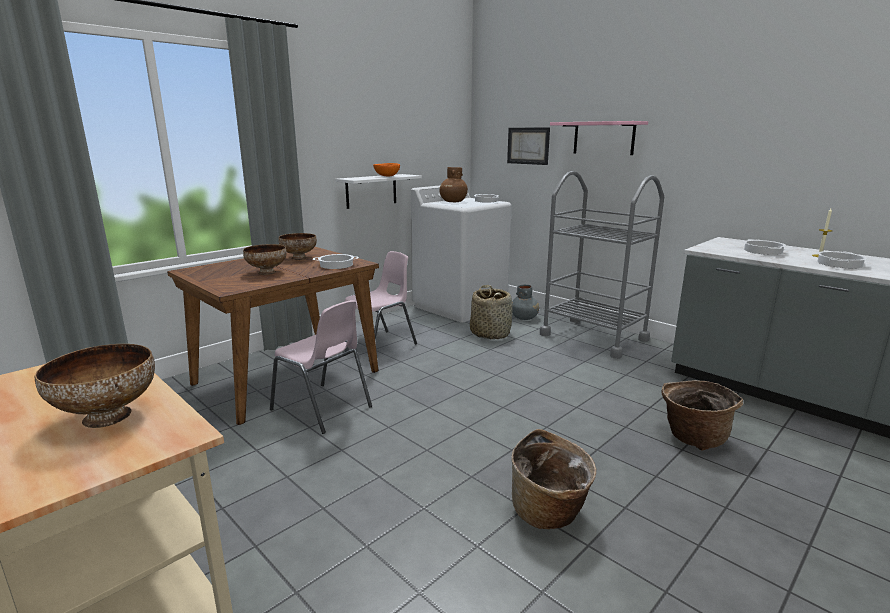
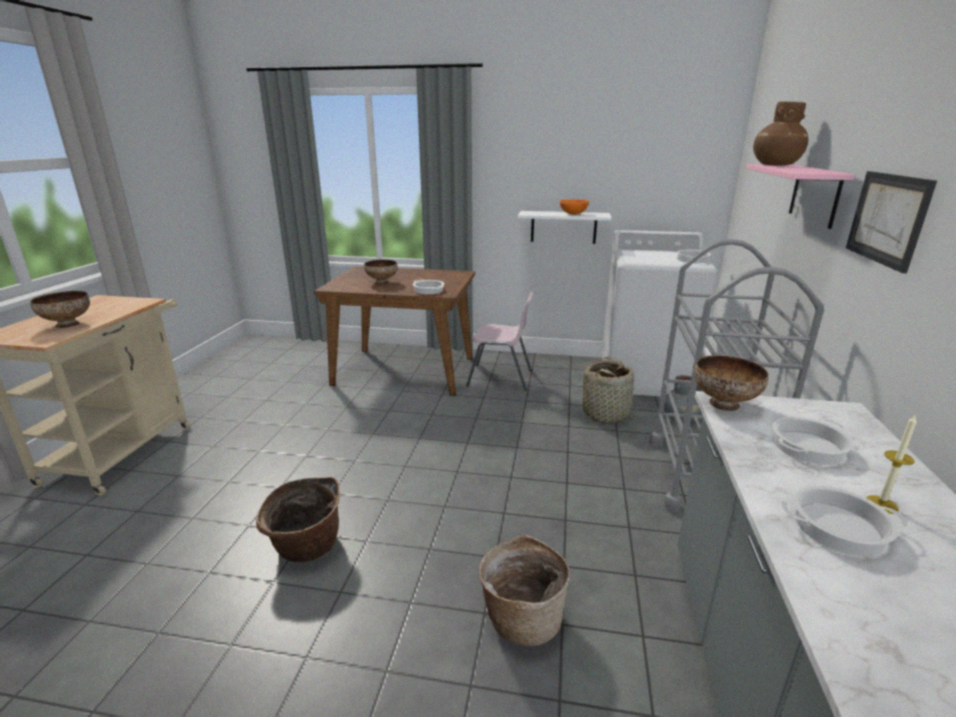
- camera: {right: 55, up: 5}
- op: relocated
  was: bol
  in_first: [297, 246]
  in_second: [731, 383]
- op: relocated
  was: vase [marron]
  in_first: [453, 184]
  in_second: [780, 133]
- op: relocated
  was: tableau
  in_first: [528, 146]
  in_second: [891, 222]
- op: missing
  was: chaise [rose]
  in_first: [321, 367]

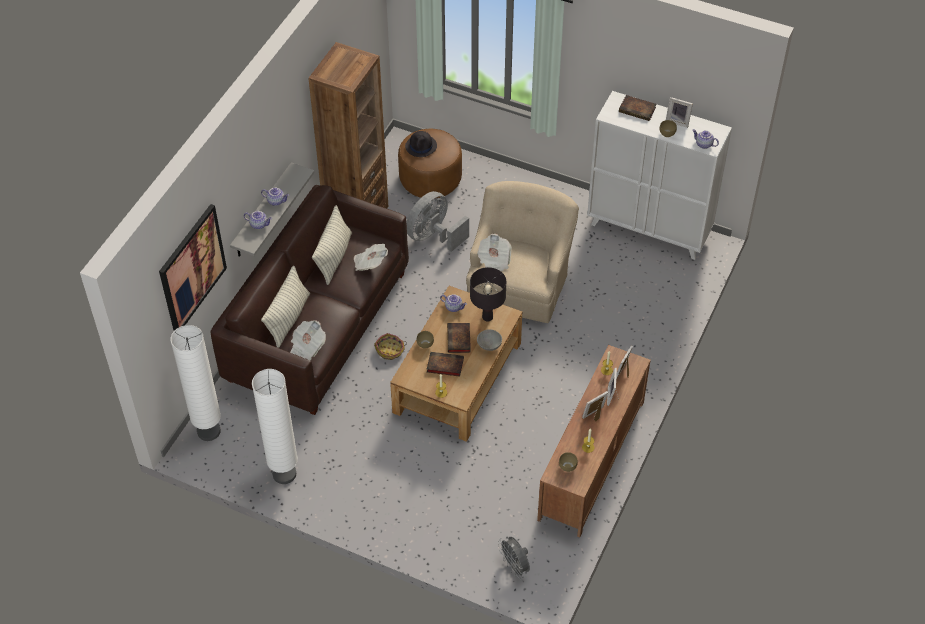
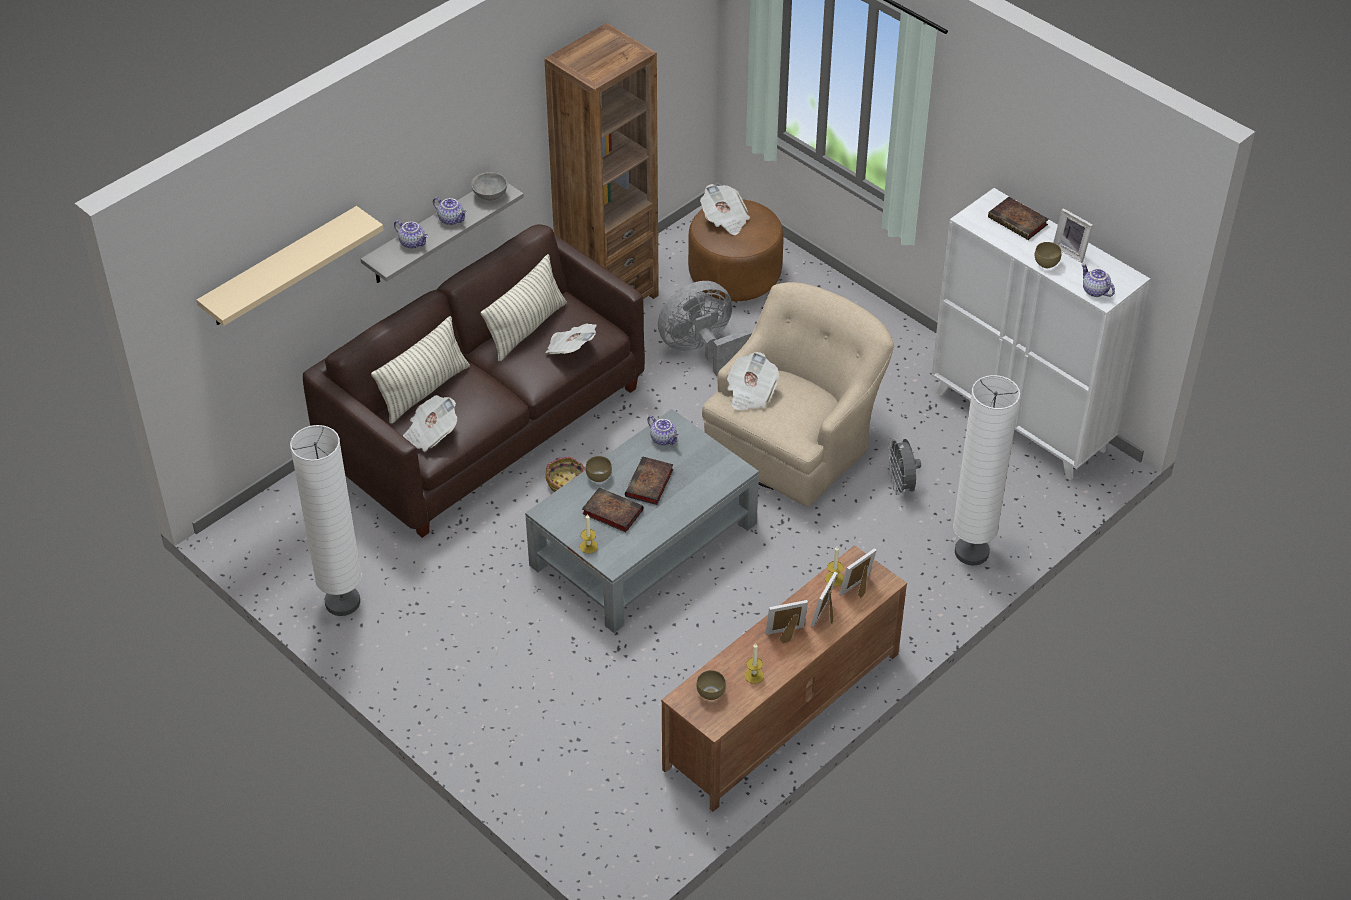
- camera: {right: 20, up: -5}
- op: exchanged
  was: tableau
  now: étagère [beige]
  in_first: [193, 267]
  in_second: [290, 266]
- op: relocated
  was: bol [gris]
  in_first: [489, 340]
  in_second: [489, 186]
- op: colour
  was: table basse [marron]
  now: table basse [gris]
  in_first: [456, 364]
  in_second: [642, 521]
- op: exchanged
  was: chapeau [noir]
  now: journal
  in_first: [421, 144]
  in_second: [725, 209]
- op: relocated
  was: ventilateur [gris]
  in_first: [514, 558]
  in_second: [903, 467]
- op: relocated
  was: lampadaire [blanc]
  in_first: [195, 383]
  in_second: [986, 470]
- op: missing
  was: lampe de table [noir]
  in_first: [488, 294]

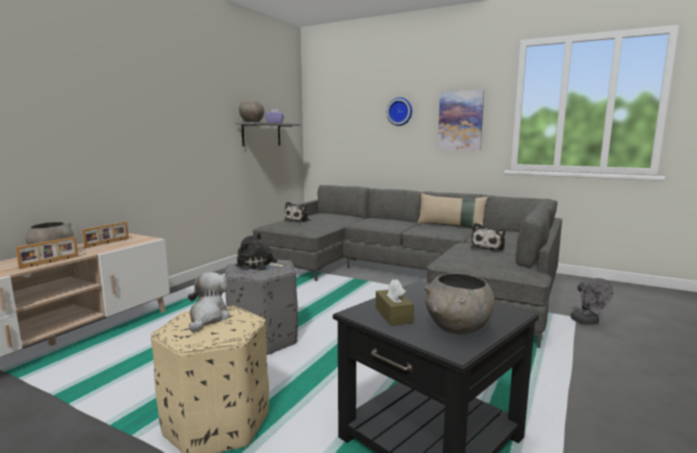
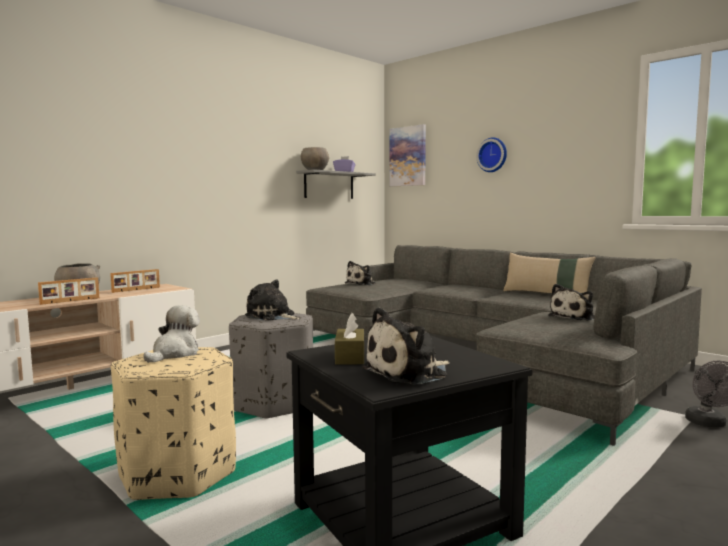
- camera: {right: 15, up: -5}
- op: exchanged
  was: bol [gris]
  now: peluche
  in_first: [460, 304]
  in_second: [405, 346]
- op: relocated
  was: tableau
  in_first: [461, 120]
  in_second: [407, 155]

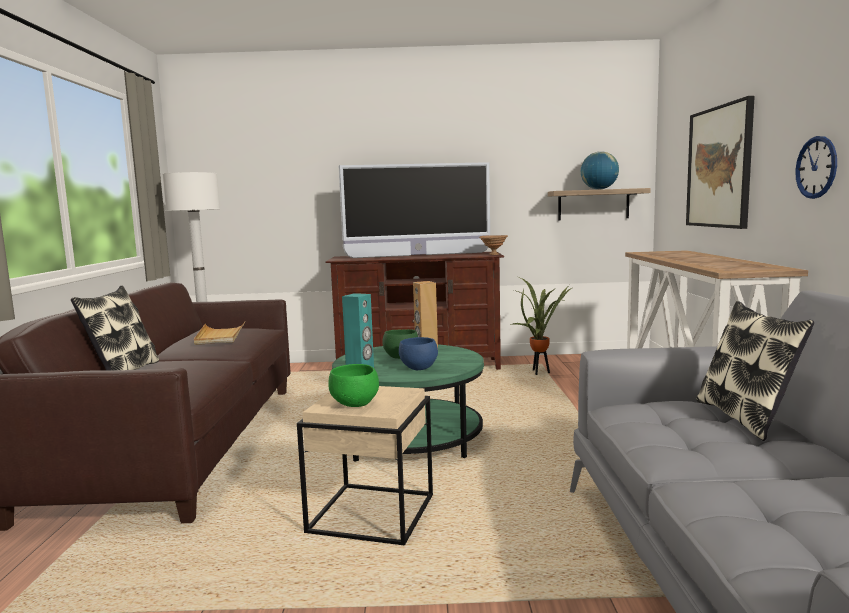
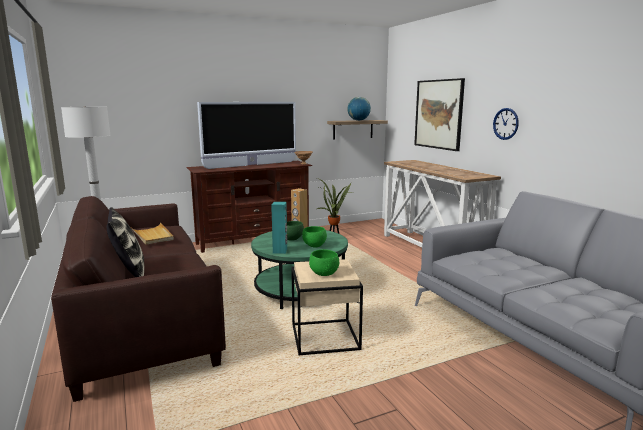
- camera: {right: -25, up: 5}
- op: colour
  was: bol [bleu]
  now: bol [vert]
  in_first: [418, 353]
  in_second: [314, 237]
- op: missing
  was: coussin
  in_first: [755, 371]

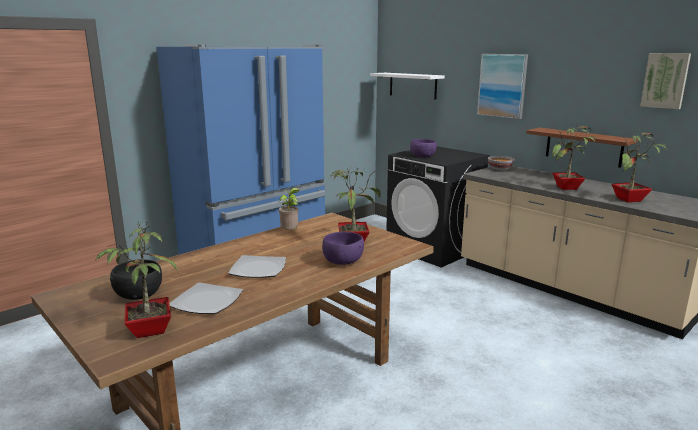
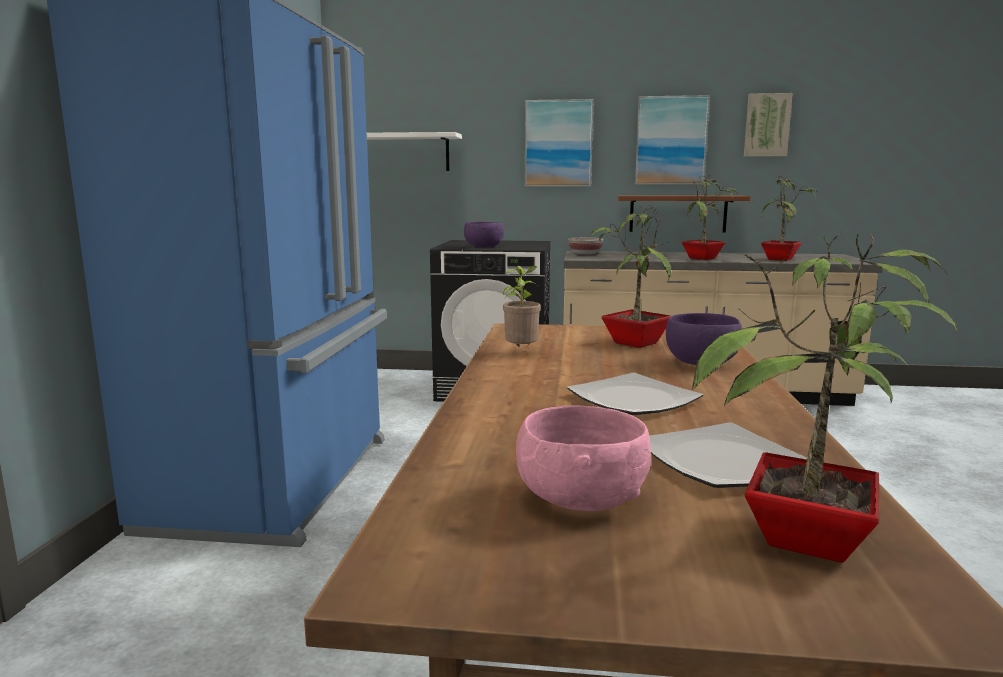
- camera: {right: -40, up: -5}
- op: colour
  was: bol [noir]
  now: bol [rose]
  in_first: [136, 279]
  in_second: [583, 458]
- op: appeared
  now: tableau
  in_second: [672, 140]

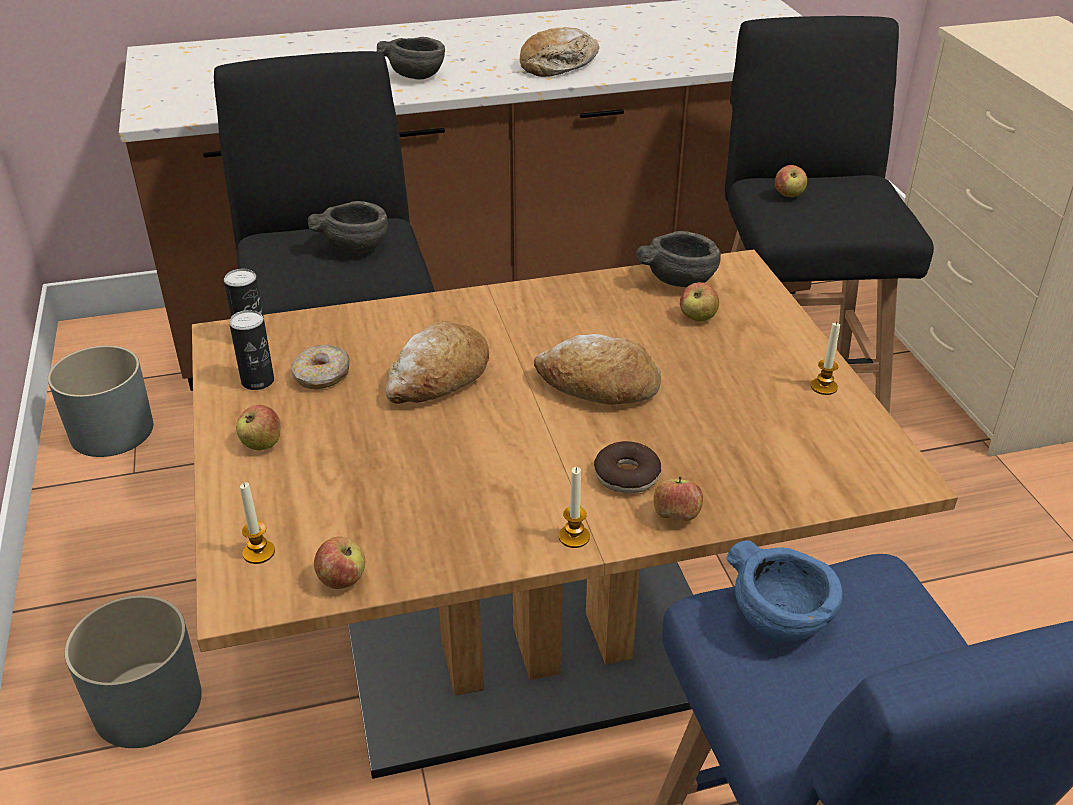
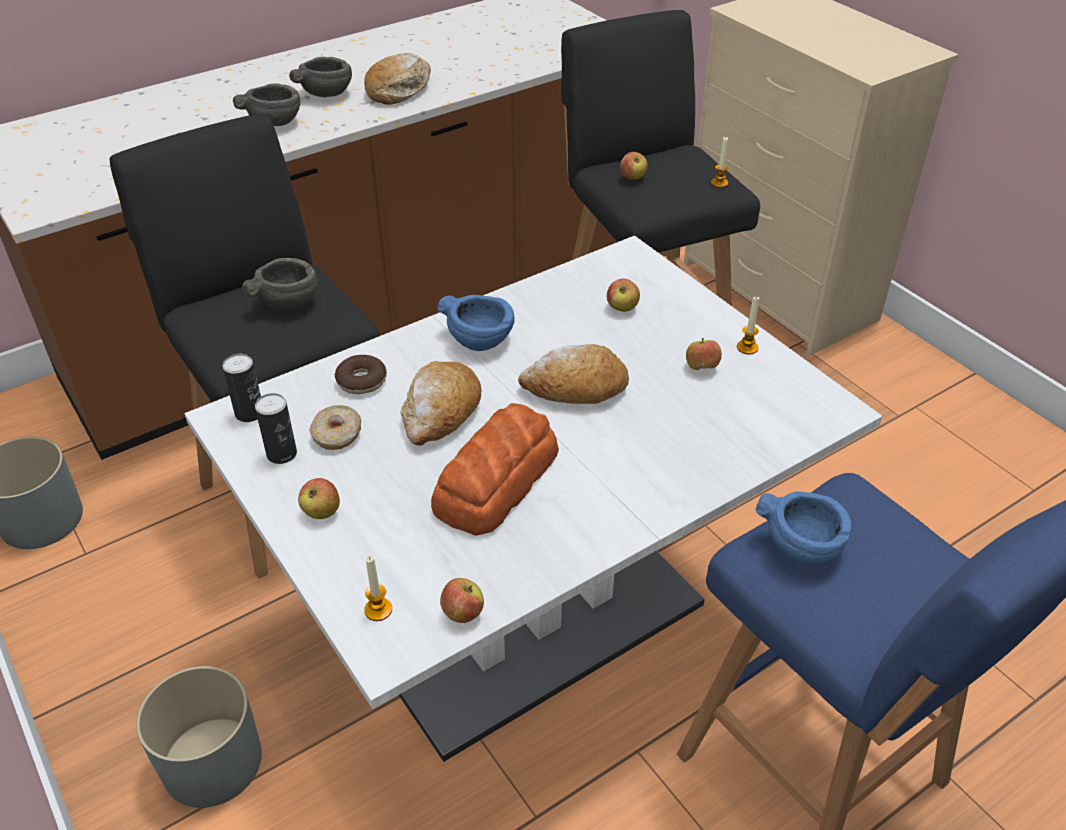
- camera: {right: -20, up: 5}
- op: colour
  was: table à manger [marron]
  now: table à manger [blanc]
  in_first: [575, 514]
  in_second: [533, 499]
- op: relocated
  was: bol [gris]
  in_first: [678, 259]
  in_second: [320, 77]
- op: relocated
  was: beignet
  in_first: [627, 467]
  in_second: [361, 374]
- op: appeared
  now: pain
  in_second: [495, 469]
- op: appeared
  now: bol [bleu]
  in_second: [476, 323]
- op: relocated
  was: pomme
  in_first: [678, 498]
  in_second: [704, 354]
- op: relocated
  was: bougie
  in_first: [574, 507]
  in_second: [719, 162]

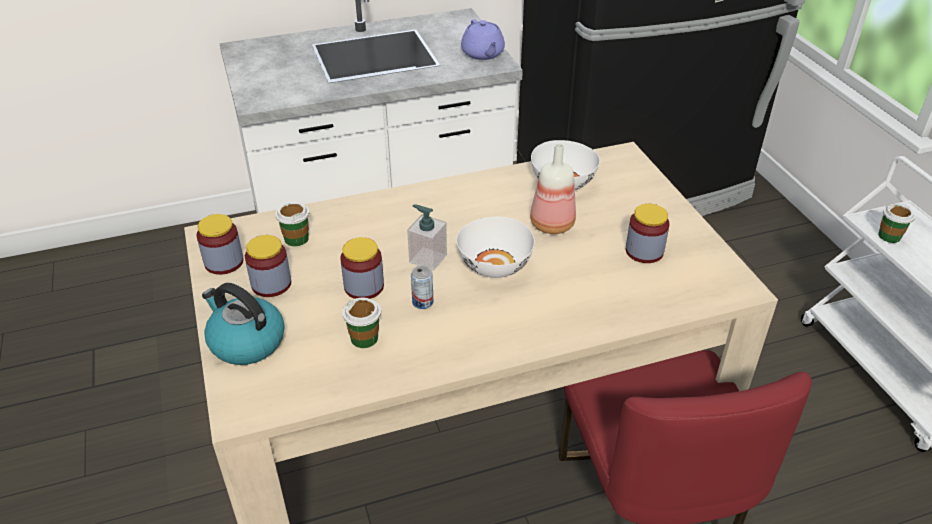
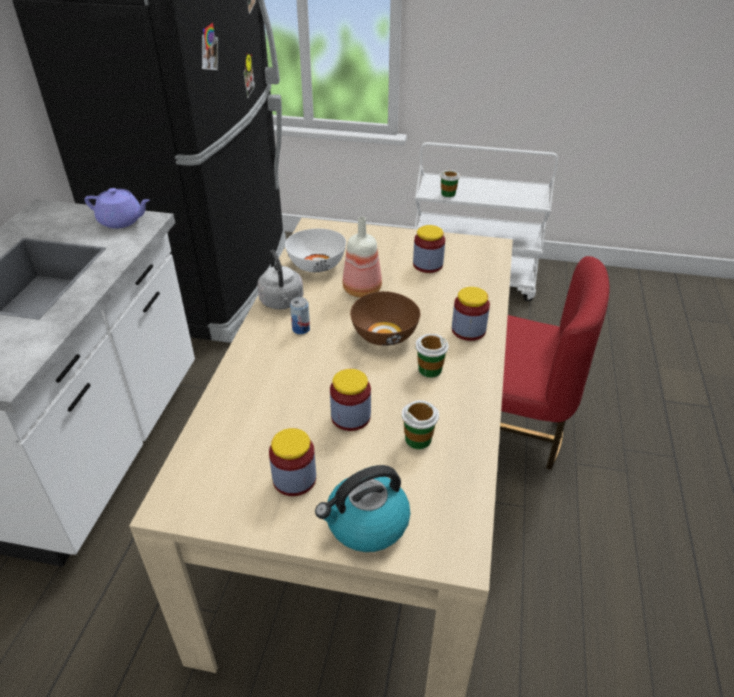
- camera: {right: -60, up: 0}
- op: appeared
  now: bouilloire [gris]
  in_second: [280, 279]
- op: relocated
  was: boîte métallique
  in_first: [422, 287]
  in_second: [300, 315]
- op: colour
  was: bol [blanc]
  now: bol [marron]
  in_first: [496, 247]
  in_second: [385, 318]
- op: relocated
  was: tasse
  in_first: [292, 224]
  in_second: [432, 356]
- op: relocated
  was: bocal
  in_first: [220, 244]
  in_second: [471, 314]
- op: missing
  was: distributeur de savon
  in_first: [427, 237]

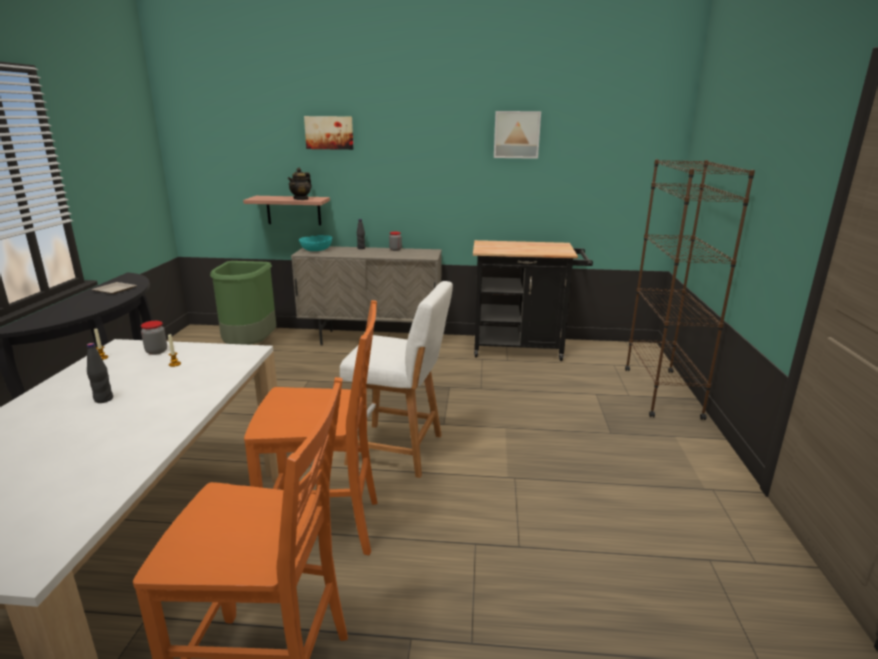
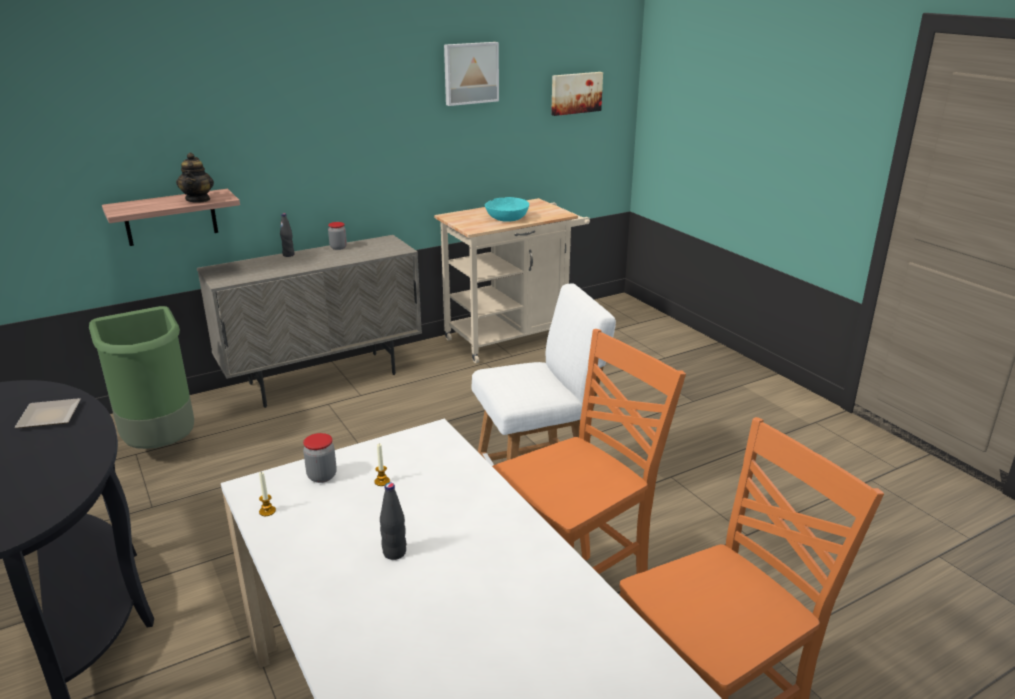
- camera: {right: -35, up: 5}
- op: colour
  was: chariot [noir]
  now: chariot [beige]
  in_first: [533, 300]
  in_second: [512, 280]
- op: relocated
  was: bol [turquoise]
  in_first: [315, 243]
  in_second: [507, 209]
- op: relocated
  was: tableau
  in_first: [328, 133]
  in_second: [577, 94]
- op: missing
  was: bibliothèque [marron]
  in_first: [690, 289]

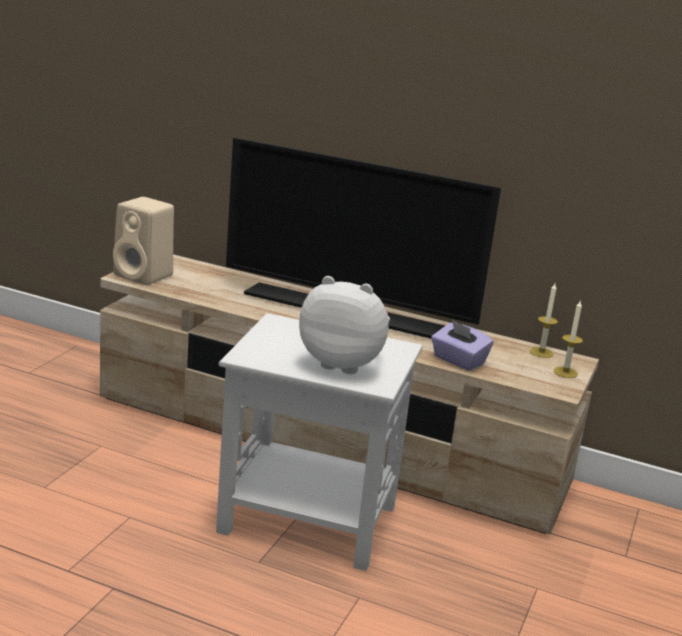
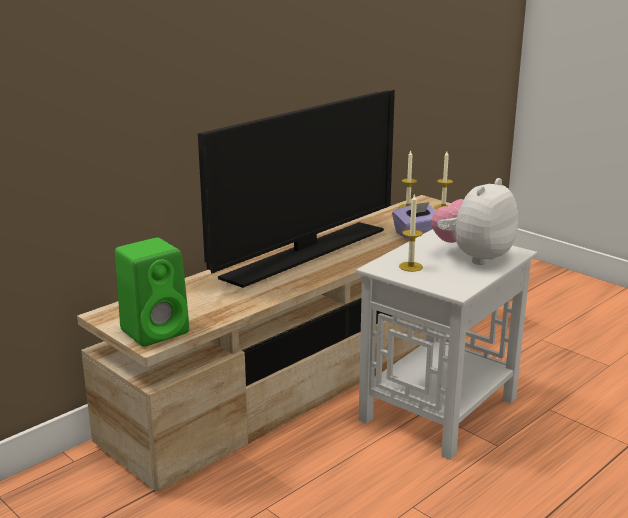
- camera: {right: -65, up: 0}
- op: colour
  was: enceinte [beige]
  now: enceinte [vert]
  in_first: [143, 241]
  in_second: [152, 292]
- op: appeared
  now: bougie
  in_second: [411, 232]

